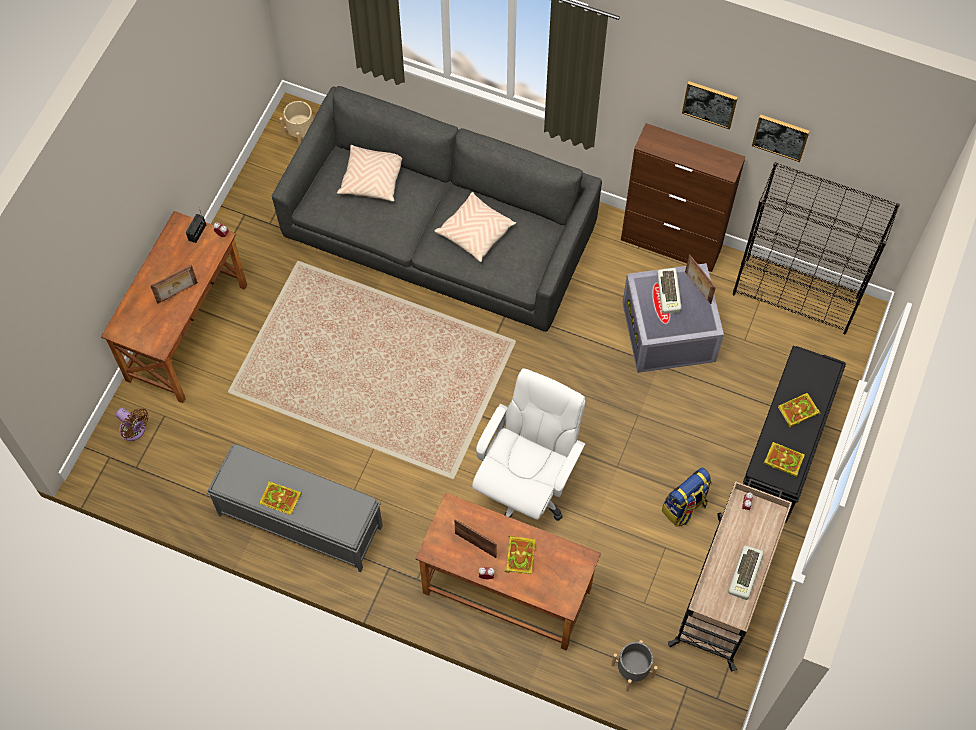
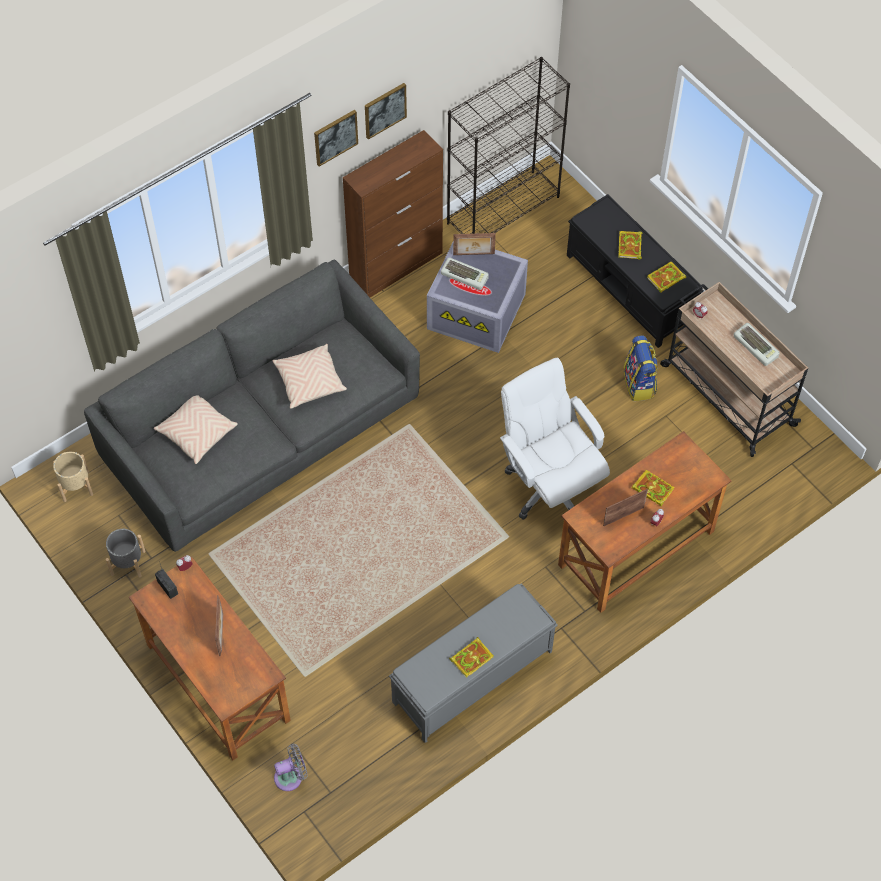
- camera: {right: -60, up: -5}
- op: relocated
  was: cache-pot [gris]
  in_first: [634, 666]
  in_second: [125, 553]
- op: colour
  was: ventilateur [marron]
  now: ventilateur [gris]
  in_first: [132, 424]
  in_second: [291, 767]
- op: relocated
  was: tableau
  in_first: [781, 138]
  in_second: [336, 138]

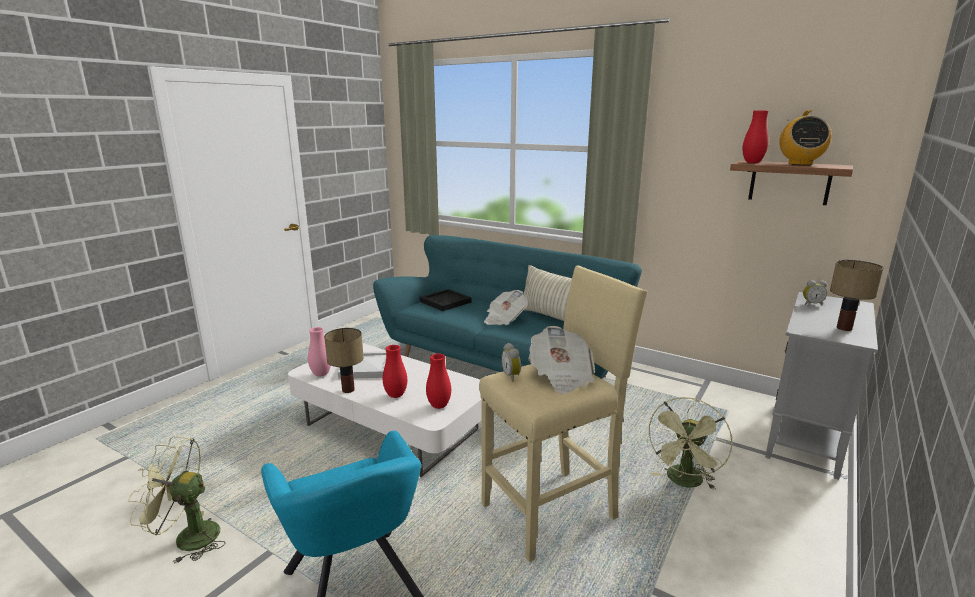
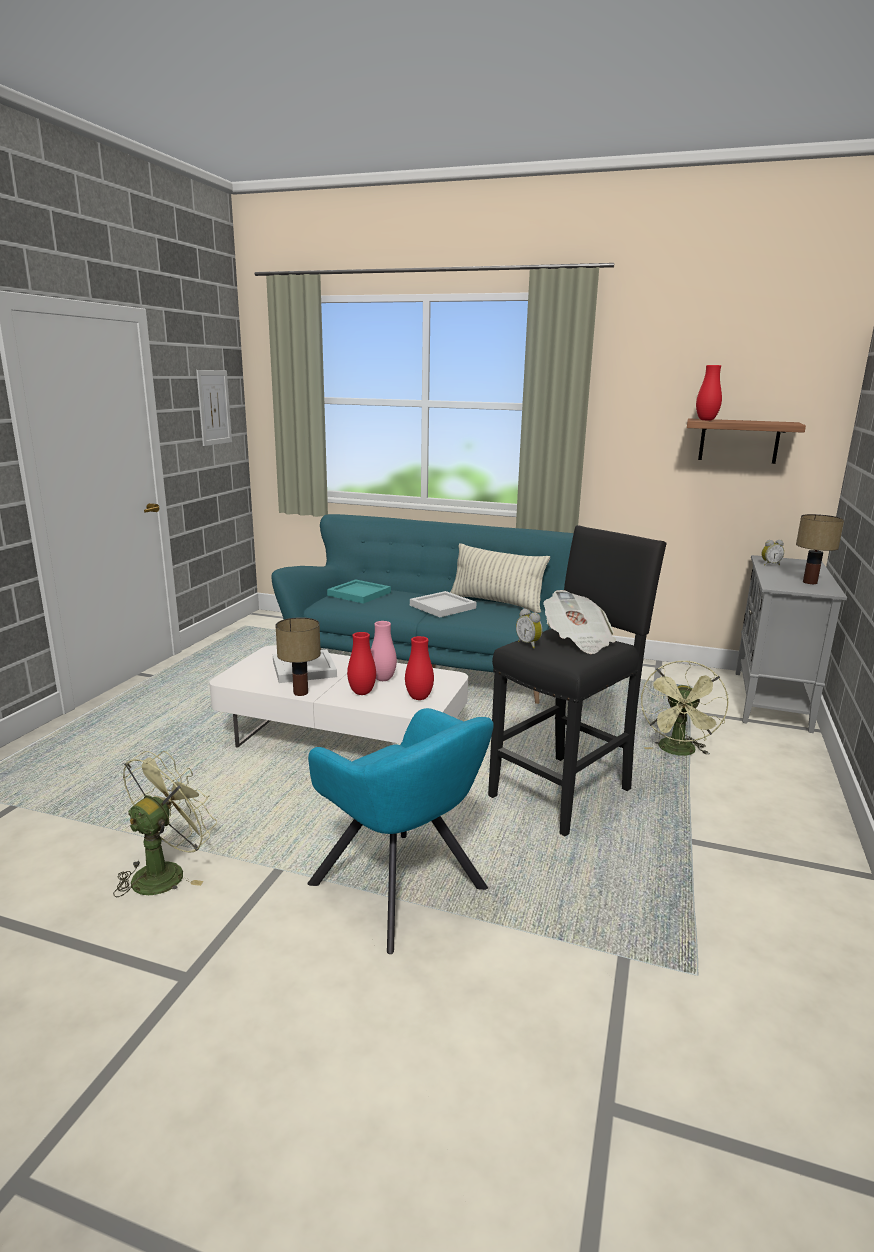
- camera: {right: -15, up: 0}
- op: spun
  was: ventilateur [vert]
  in_first: [176, 500]
  in_second: [165, 824]
  clockwise: 135
- op: appeared
  now: tableau
  in_second: [214, 408]
- op: colour
  was: plateau [noir]
  now: plateau [turquoise]
  in_first: [446, 300]
  in_second: [359, 591]
- op: relocated
  was: vase [rose]
  in_first: [319, 351]
  in_second: [384, 651]
- op: exchanged
  was: journal
  now: plateau [blanc]
  in_first: [506, 307]
  in_second: [443, 604]
- op: colour
  was: tabouret [beige]
  now: tabouret [noir]
  in_first: [563, 414]
  in_second: [577, 680]
- op: missing
  was: radio
  in_first: [805, 137]

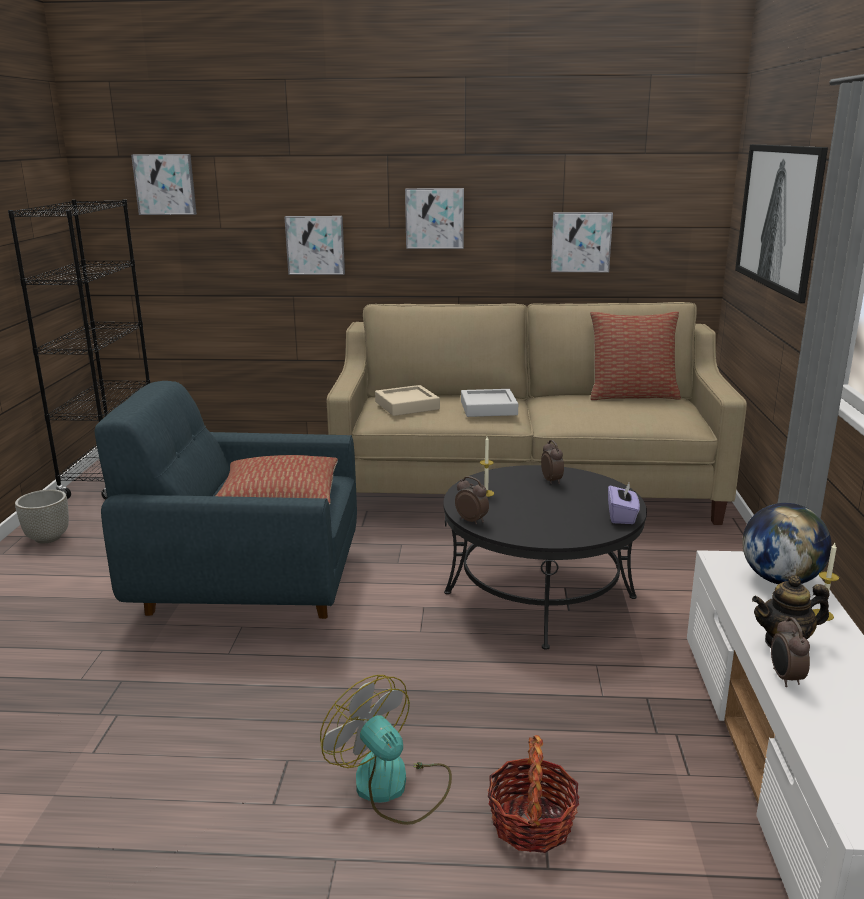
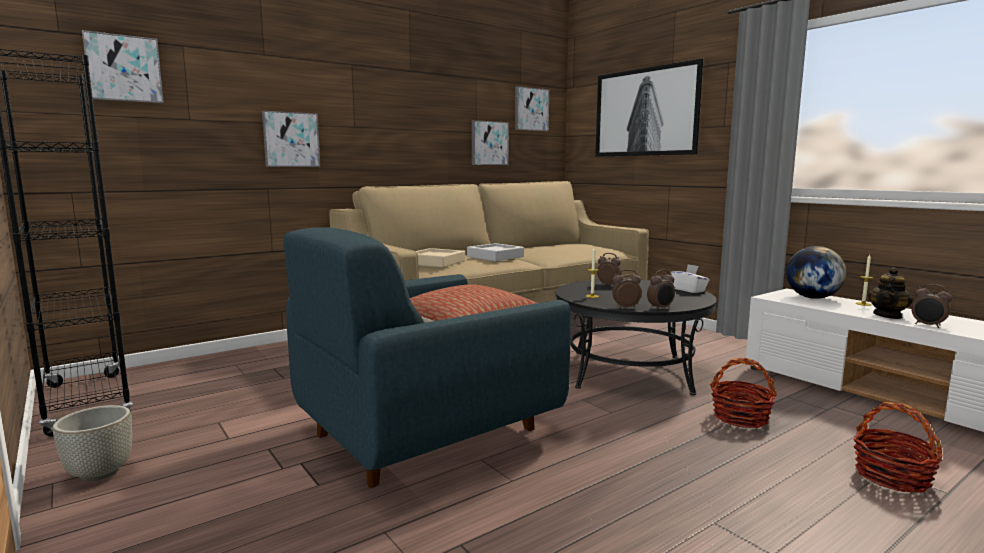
- camera: {right: -40, up: -10}
- op: relocated
  was: tableau
  in_first: [434, 218]
  in_second: [532, 108]
- op: appeared
  now: réveil
  in_second: [661, 290]
- op: colour
  was: boîte à mouchoirs [violet]
  now: boîte à mouchoirs [blanc]
  in_first: [624, 503]
  in_second: [690, 278]
- op: appeared
  now: panier
  in_second: [743, 393]
- op: missing
  was: ventilateur
  in_first: [386, 750]
- op: missing
  was: coussin
  in_first: [635, 355]

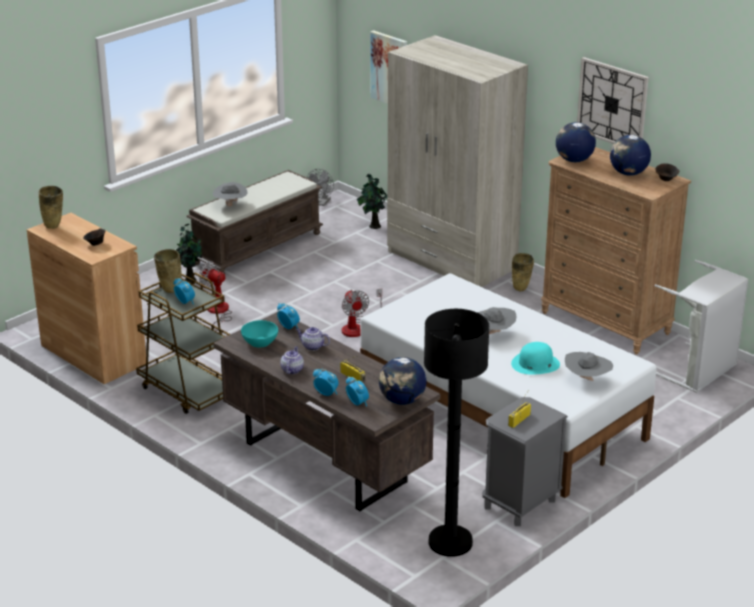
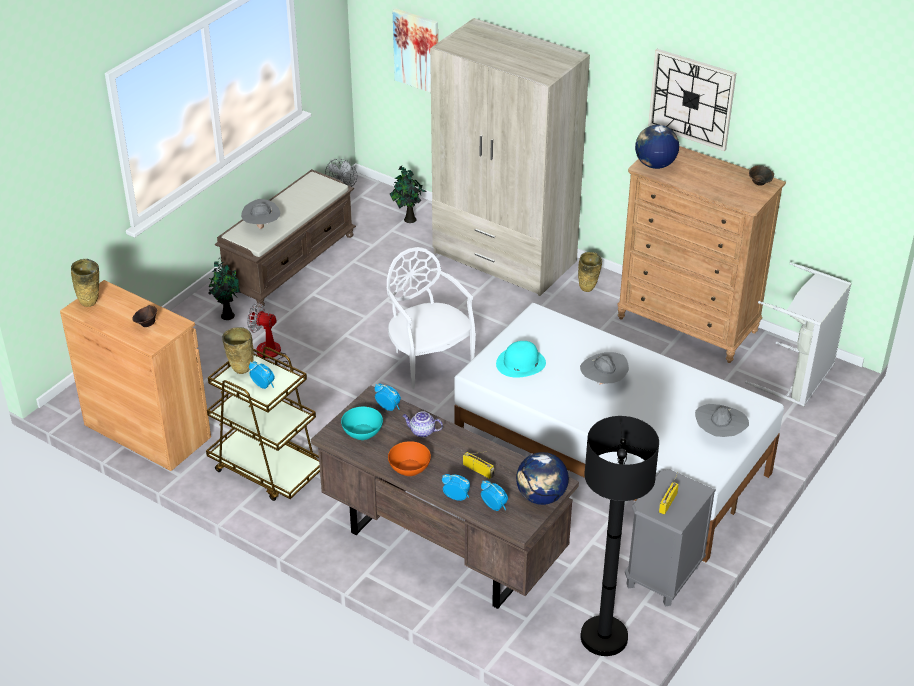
- camera: {right: -10, up: 10}
- op: exchanged
  was: ventilateur
  now: chaise [blanc]
  in_first: [362, 313]
  in_second: [431, 318]
- op: exchanged
  was: théière
  now: bol [orange]
  in_first: [292, 360]
  in_second: [409, 458]
- op: relocated
  was: chapeau [turquoise]
  in_first: [535, 358]
  in_second: [521, 359]
- op: missing
  was: globe
  in_first: [630, 155]

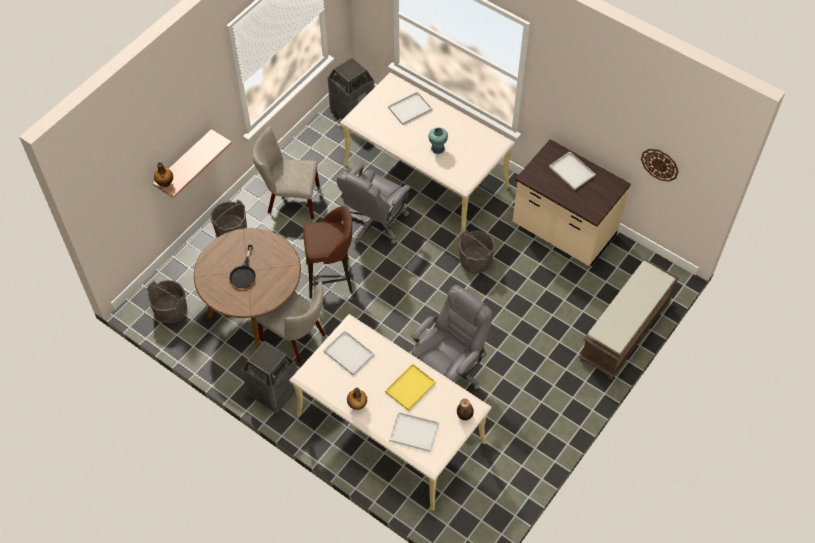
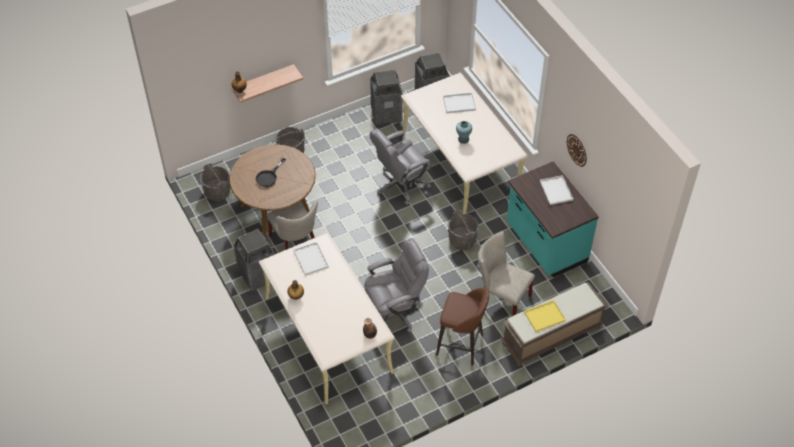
- camera: {right: 25, up: -5}
- op: appeared
  now: poubelle
  in_second: [386, 97]
- op: relocated
  was: tabouret [marron]
  in_first: [328, 252]
  in_second: [462, 326]
- op: relocated
  was: chaise [beige]
  in_first: [286, 172]
  in_second: [506, 273]
- op: colour
  was: comptoir de cuisine [beige]
  now: comptoir de cuisine [turquoise]
  in_first: [572, 202]
  in_second: [553, 219]
- op: relocated
  was: plateau [jaune]
  in_first: [410, 387]
  in_second: [545, 316]
- op: relocated
  was: horloge murale
  in_first: [659, 165]
  in_second: [576, 150]
- op: missing
  was: plateau [blanc]
  in_first: [414, 432]

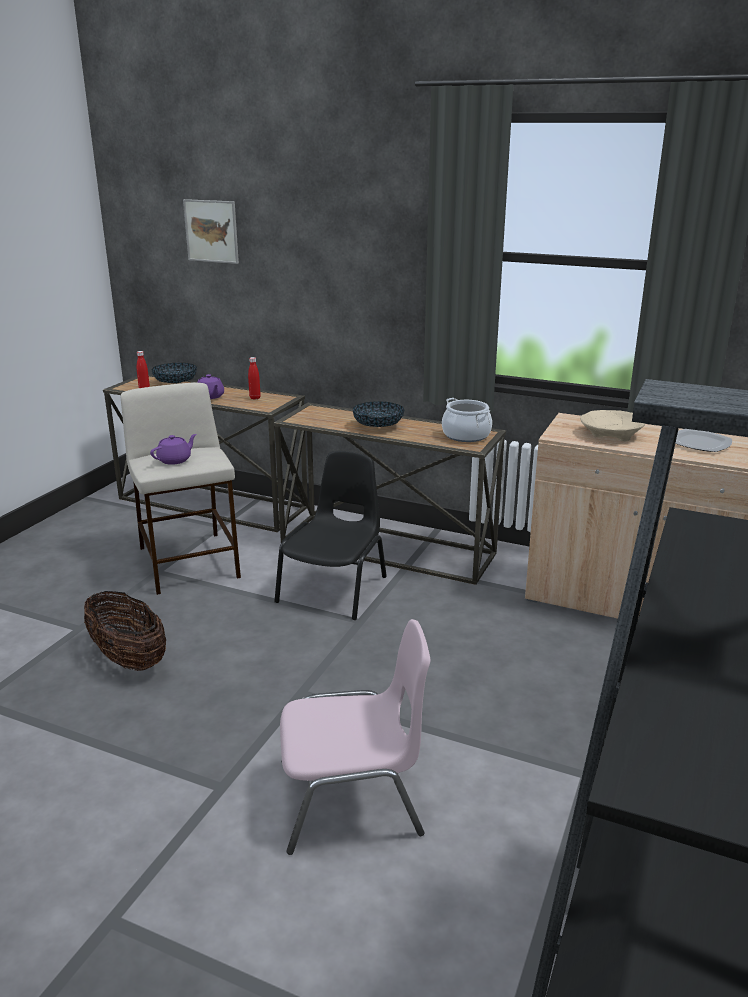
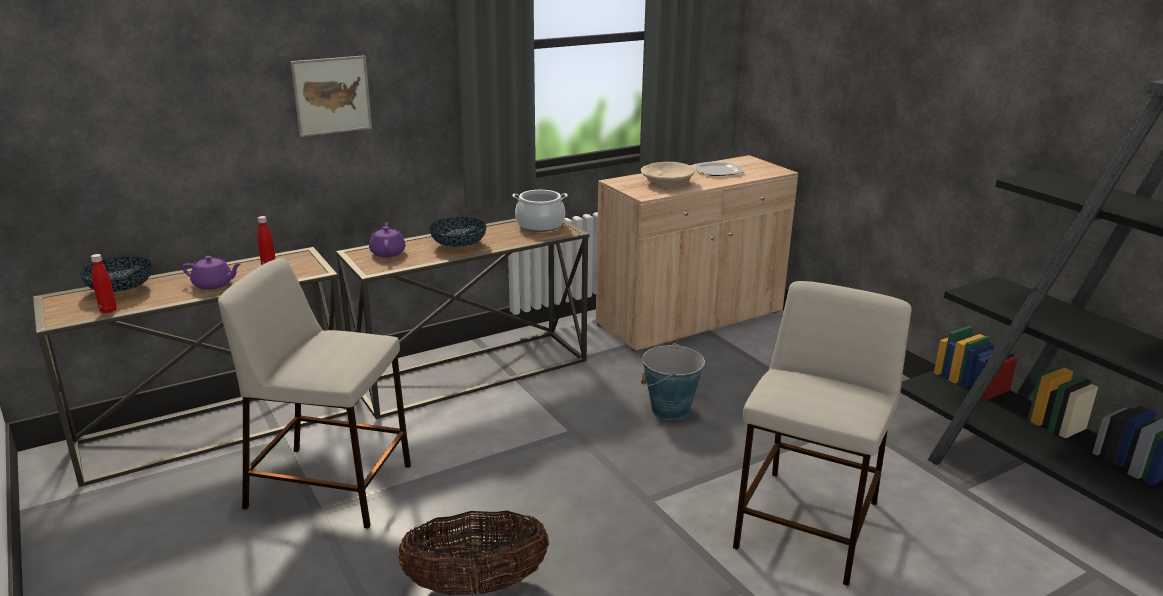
- camera: {right: -55, up: 0}
- op: relocated
  was: tableau
  in_first: [211, 231]
  in_second: [331, 96]
- op: relocated
  was: théière [violet]
  in_first: [173, 449]
  in_second: [387, 239]
- op: appeared
  now: seau
  in_second: [673, 381]
- op: exchanged
  was: chaise [rose]
  now: tabouret [beige]
  in_first: [355, 737]
  in_second: [822, 433]
- op: missing
  was: chaise [noir]
  in_first: [330, 535]

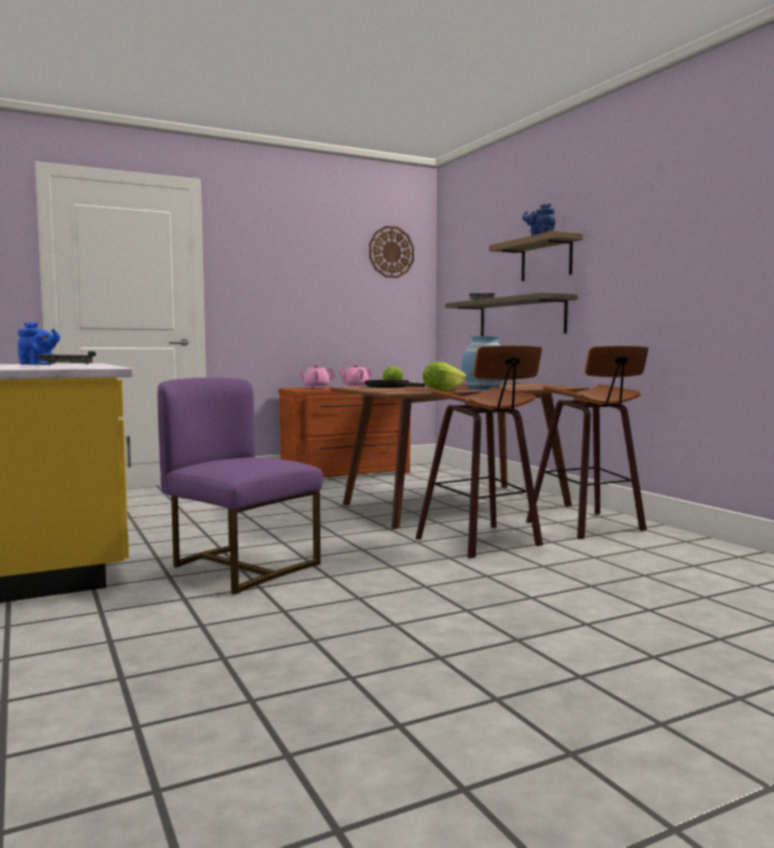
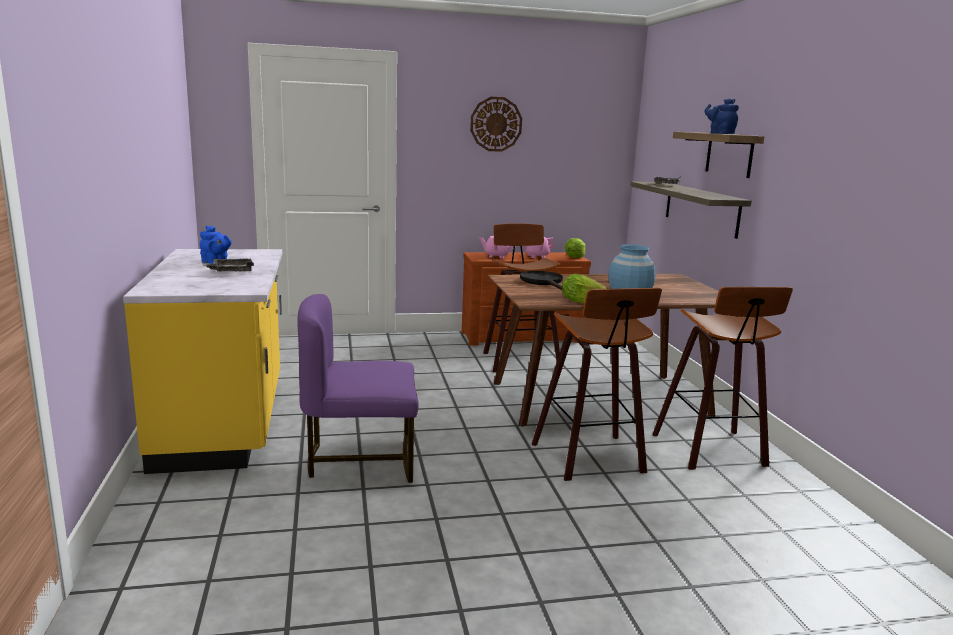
- camera: {right: 15, up: 10}
- op: spun
  was: chaise [violet]
  in_first: [240, 485]
  in_second: [358, 388]
  clockwise: -60
- op: relocated
  was: horloge murale
  in_first: [391, 252]
  in_second: [496, 124]
- op: appeared
  now: tabouret
  in_second: [521, 297]

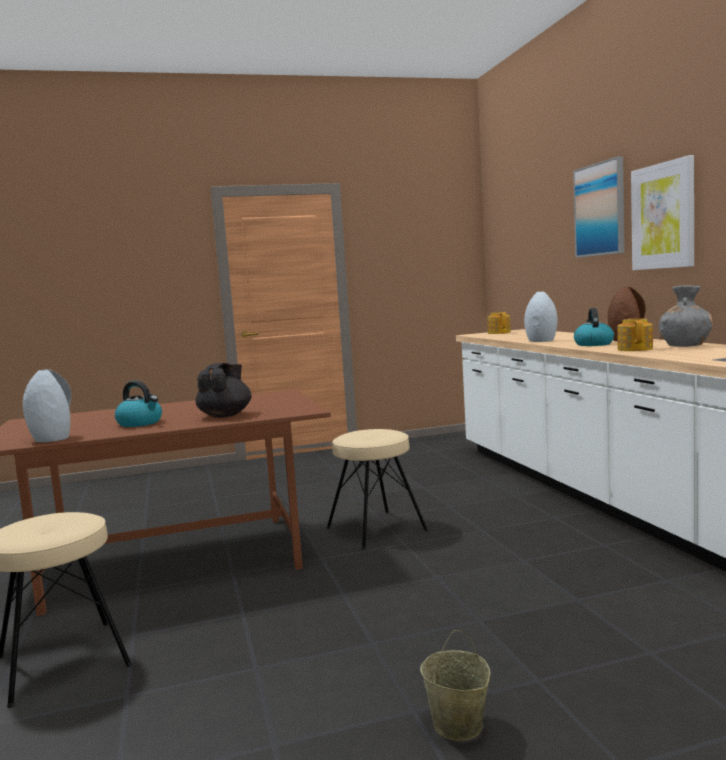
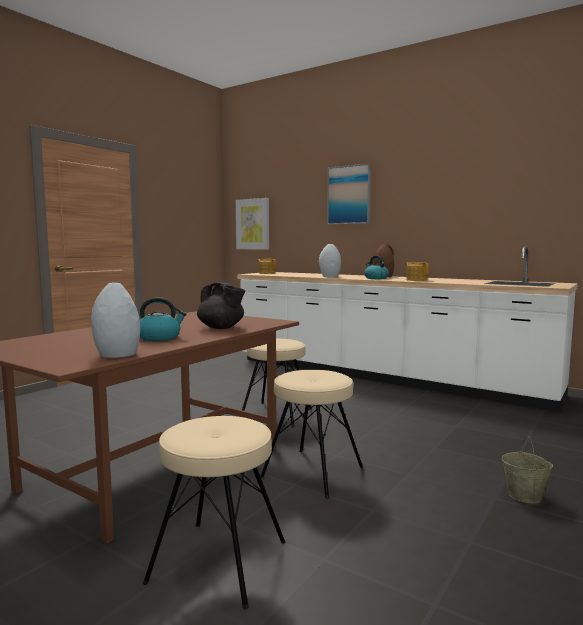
- camera: {right: -40, up: 0}
- op: spun
  was: théière [noir]
  in_first: [224, 390]
  in_second: [221, 305]
  clockwise: 150
- op: relocated
  was: tableau
  in_first: [662, 212]
  in_second: [252, 224]
- op: appeared
  now: tabouret [beige]
  in_second: [311, 434]
- op: missing
  was: vase [gris]
  in_first: [686, 316]

